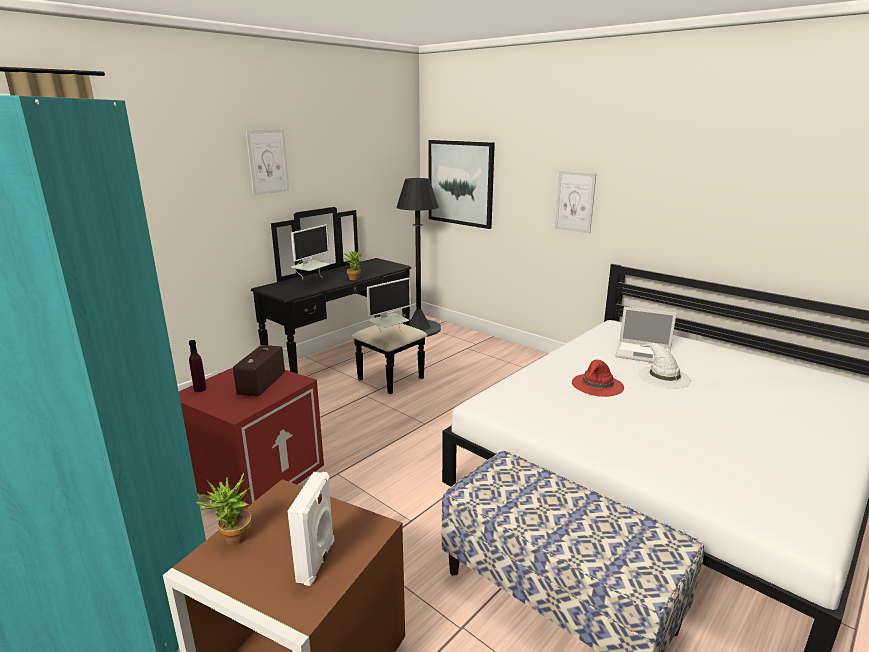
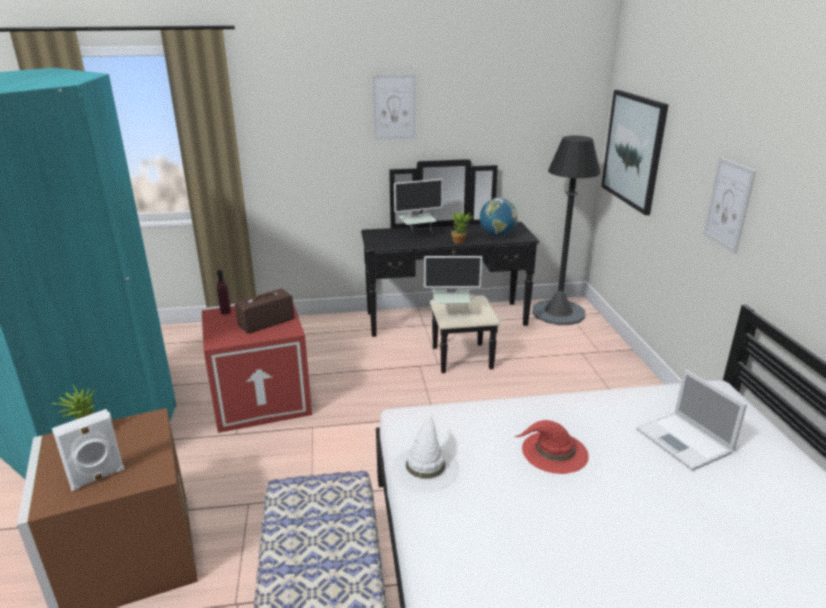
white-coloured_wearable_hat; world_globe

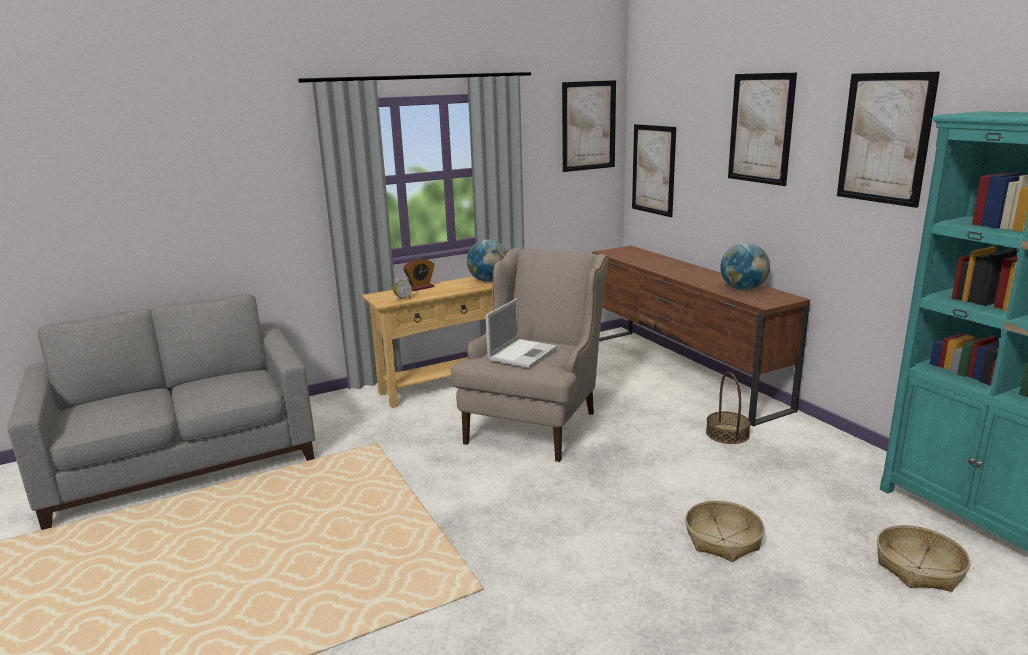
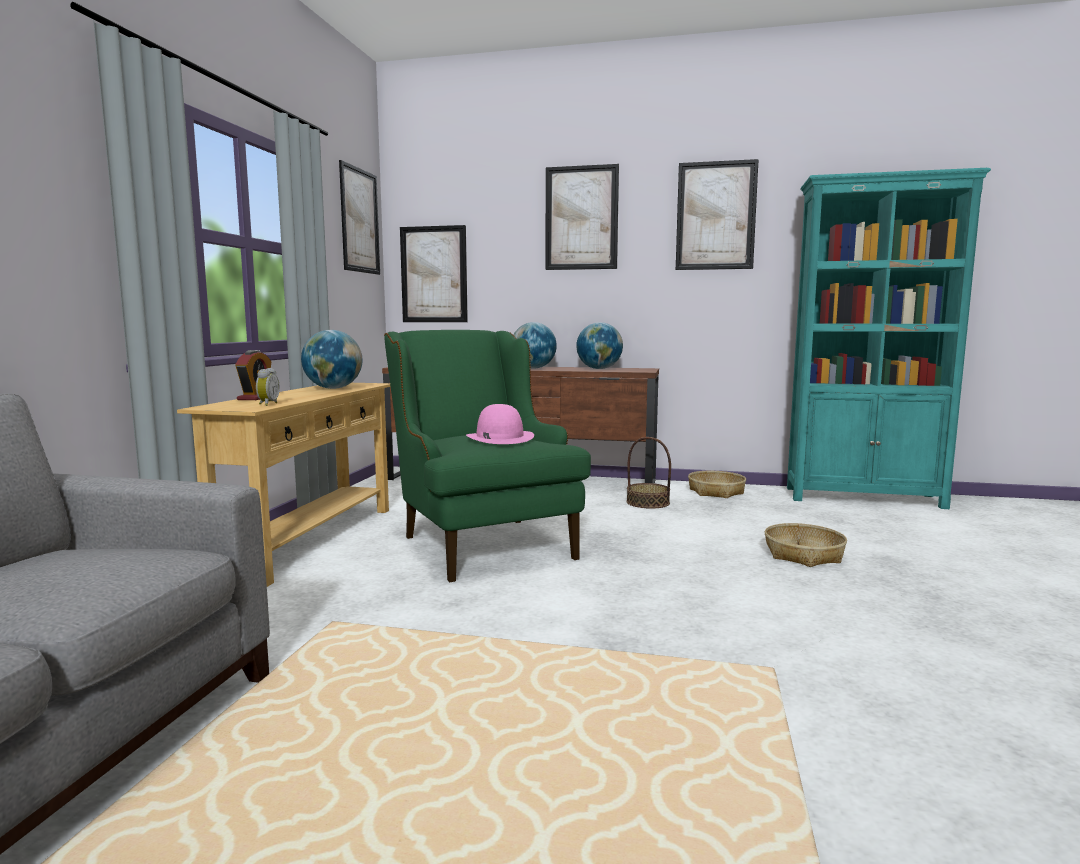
green-coloured_armchair; pinkish_wearable_hat; household_basket (no. 2 from left); world_globe (no. 2 from left)

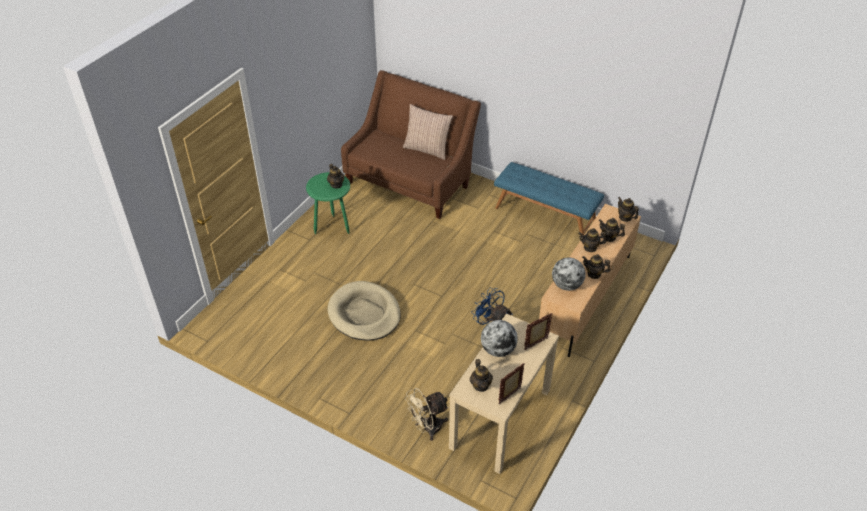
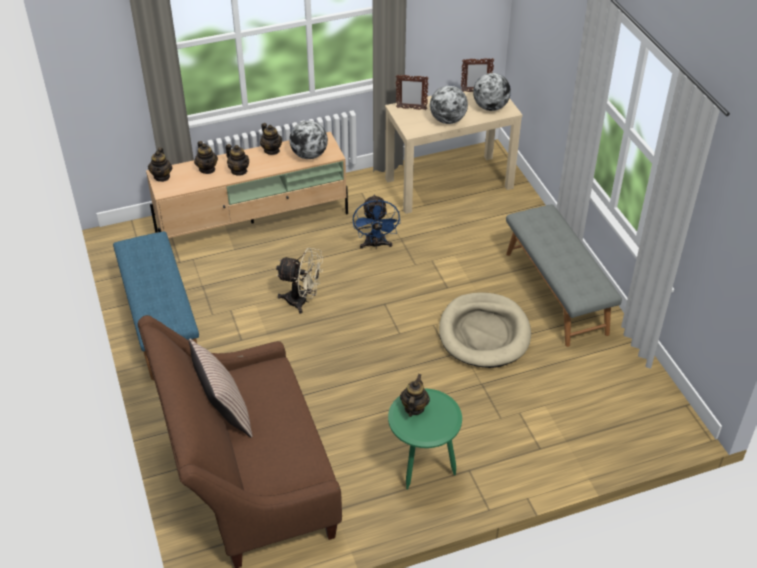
beige-coloured_electric_fan; world_globe (no. 3 from left); greyish_indoor_bench

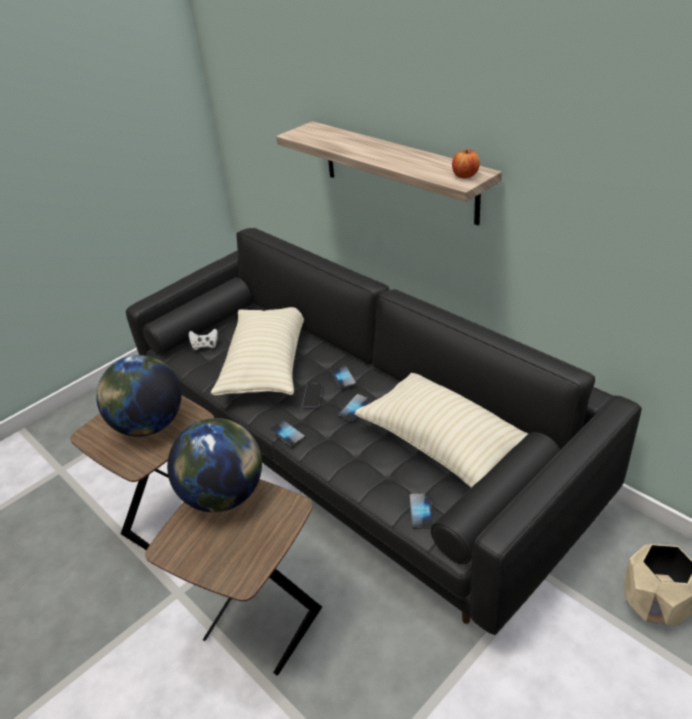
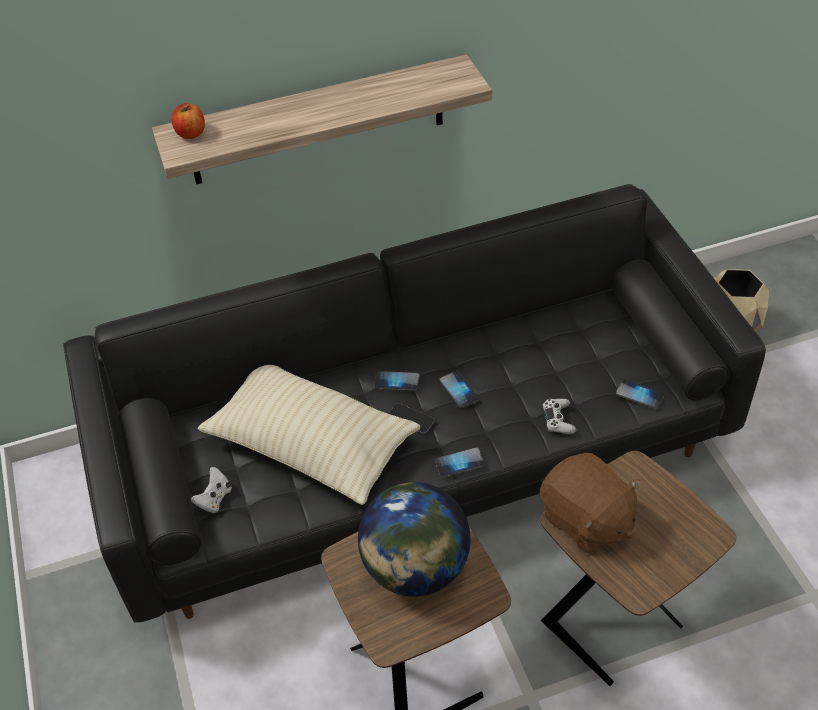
brown_soft_toy; beige-coloured_throw_pillow (no. 2 from left in the first image); apple_fruit; white-coloured_joypad (no. 2 from left)

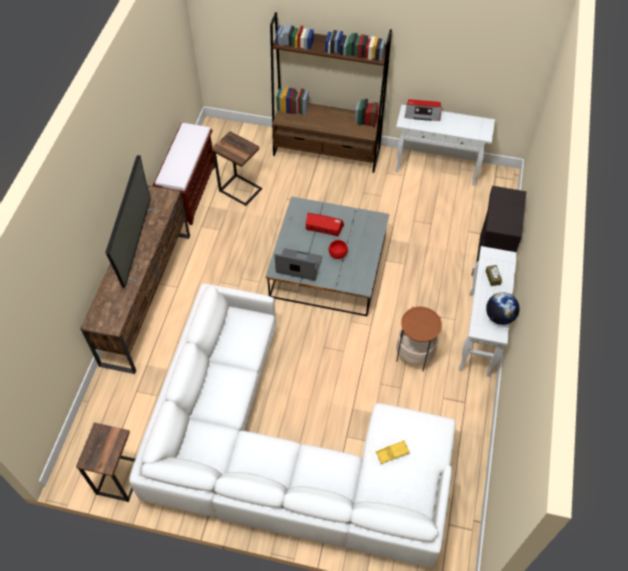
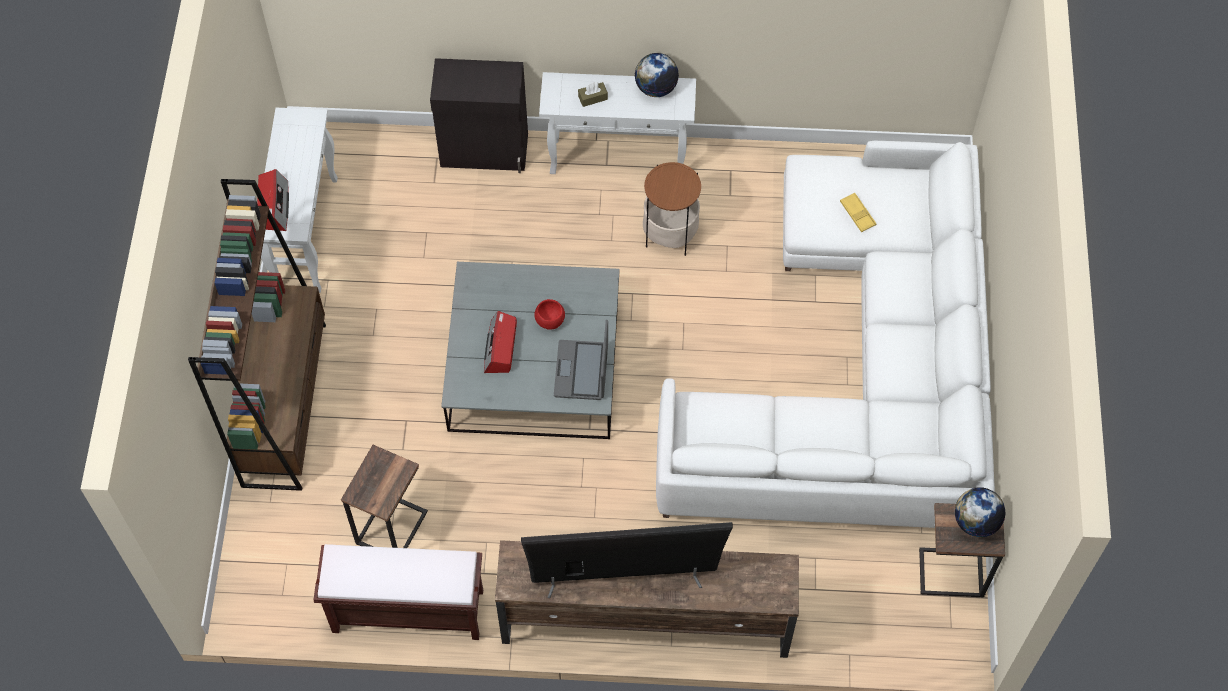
world_globe (no. 2 from left)

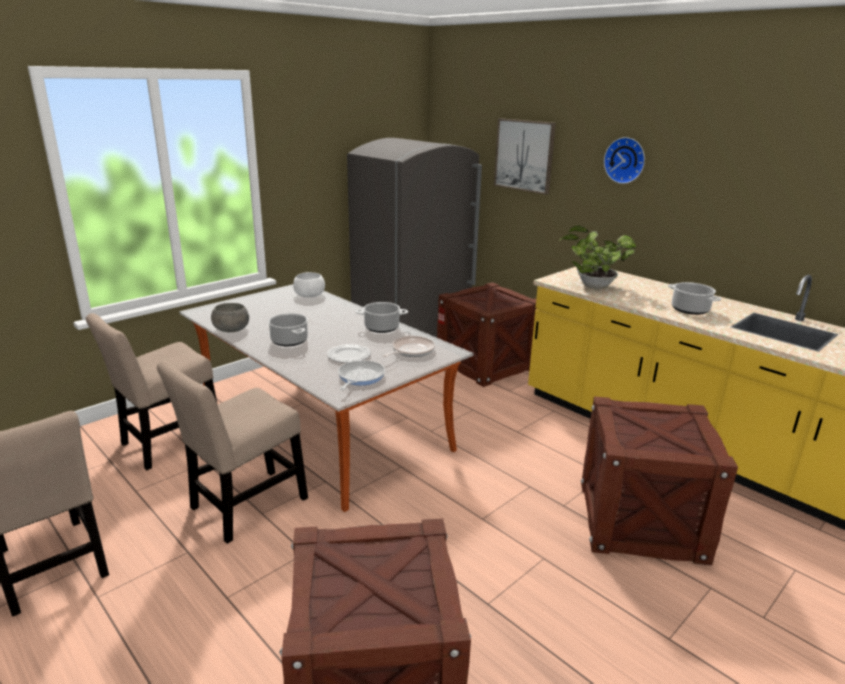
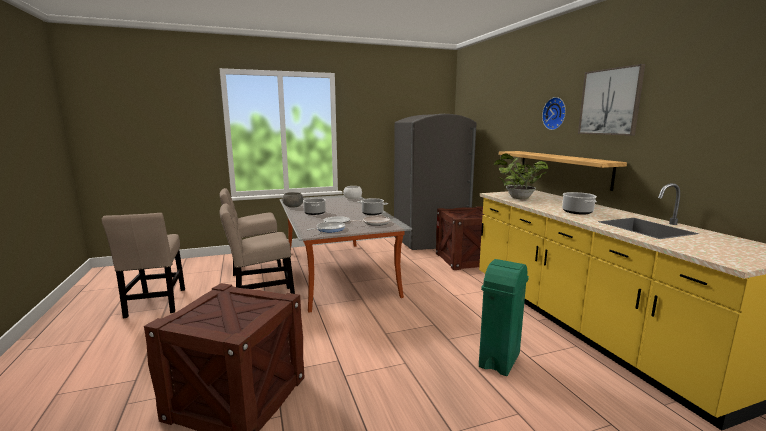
wall_picture; green-coloured_waste_bin; bracket_shelf

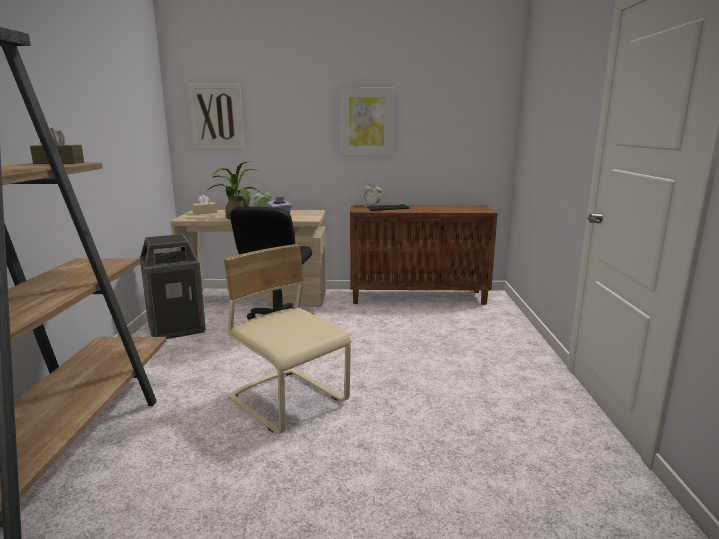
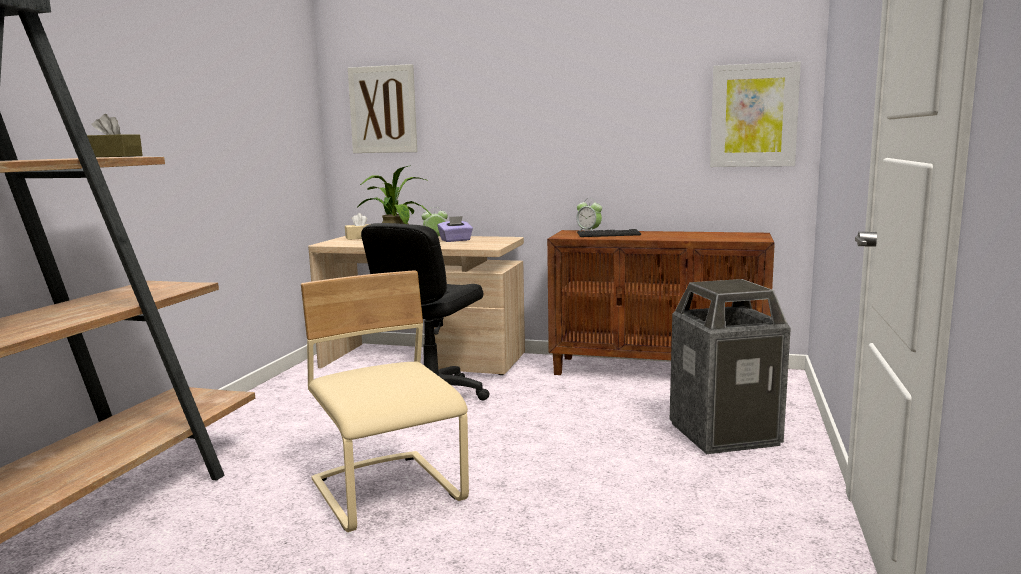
waste_bin; wall_picture (no. 2 from left)

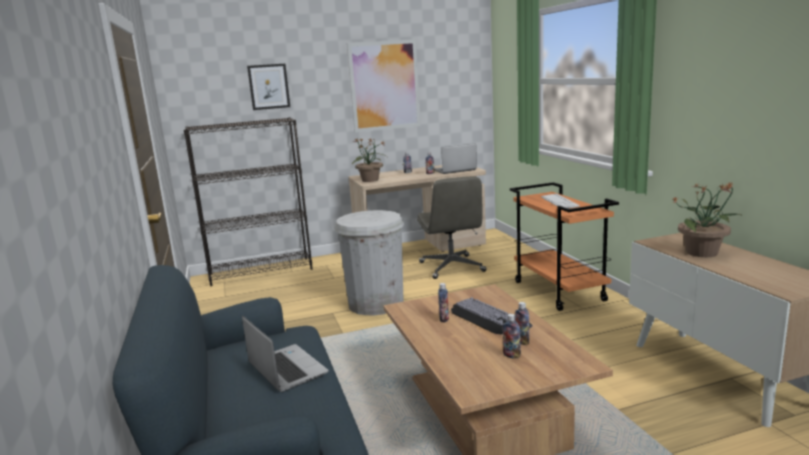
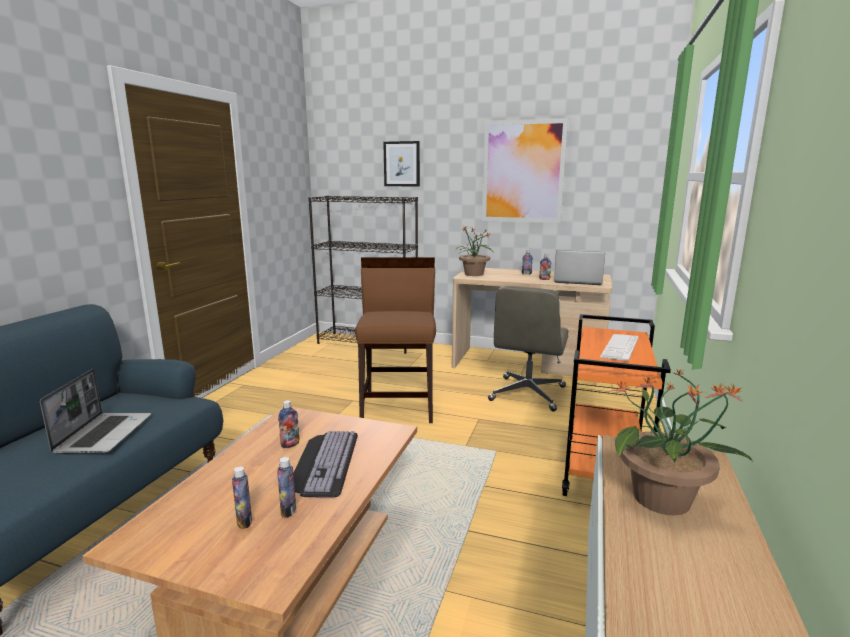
brown_plain_chair

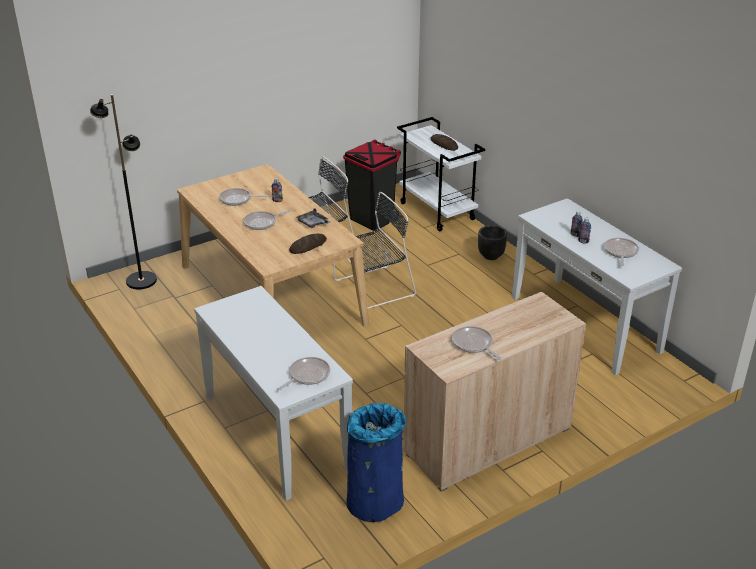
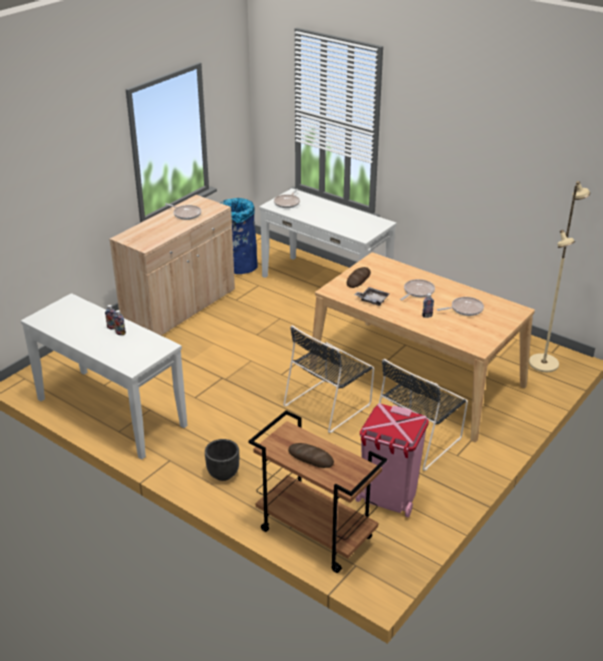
beige-coloured_standing_lamp; pinkish_waste_bin; brown_wheeled_cart; skillet (no. 5 from left in the first image)

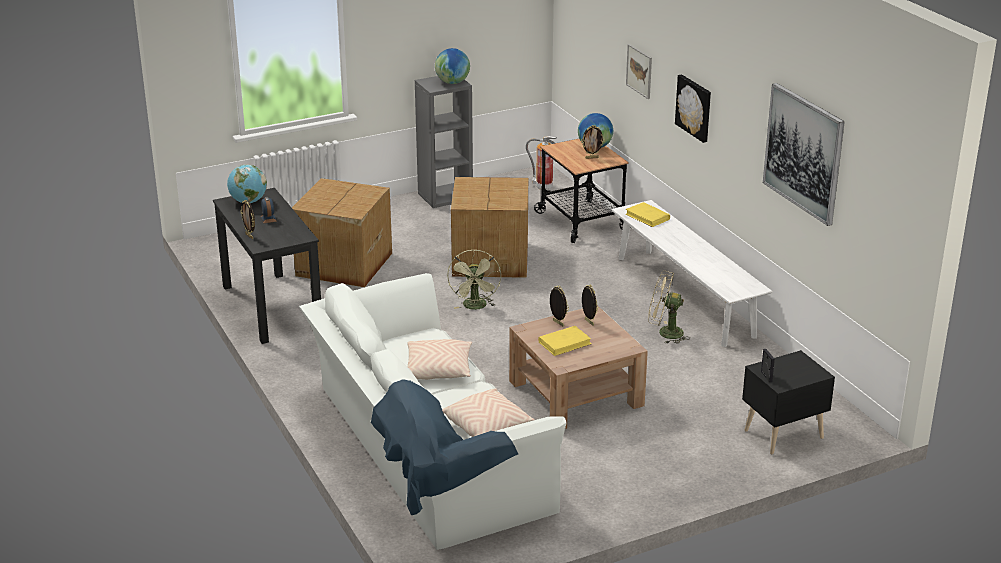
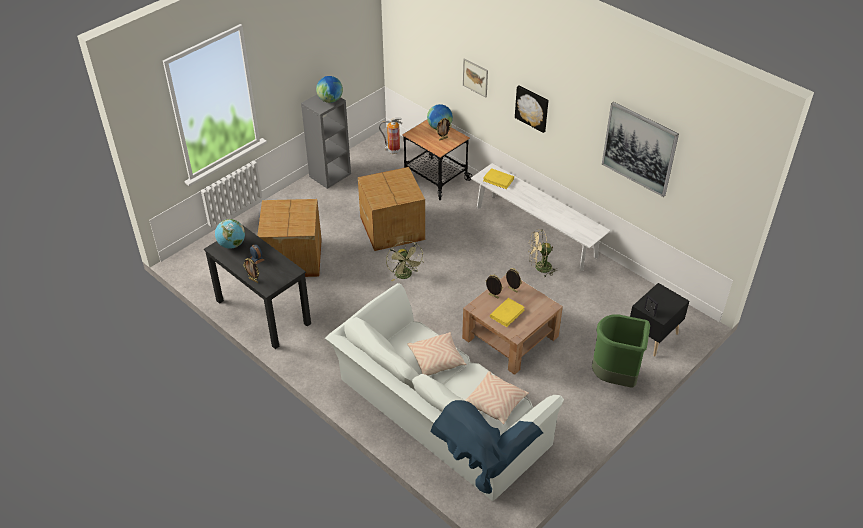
green-coloured_waste_bin

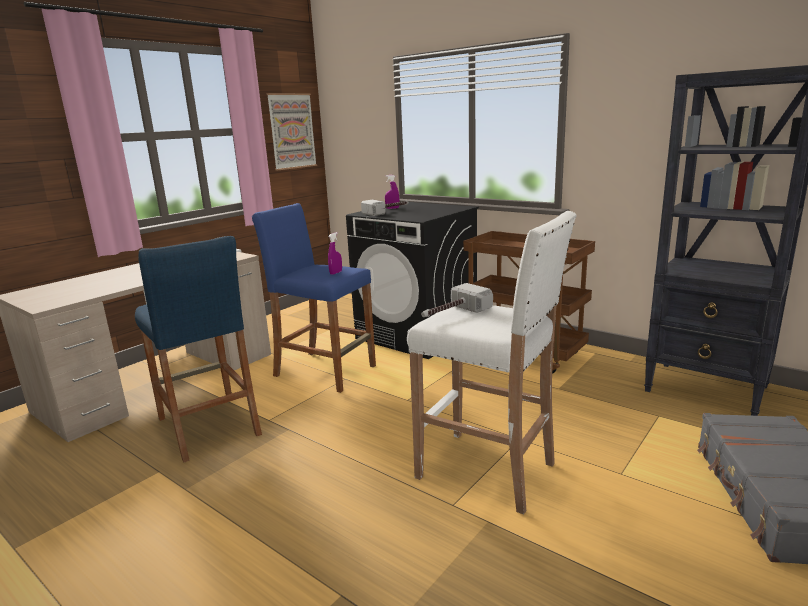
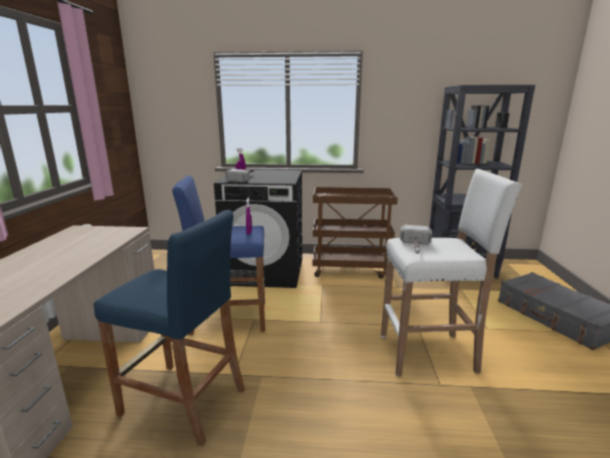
wall_picture

